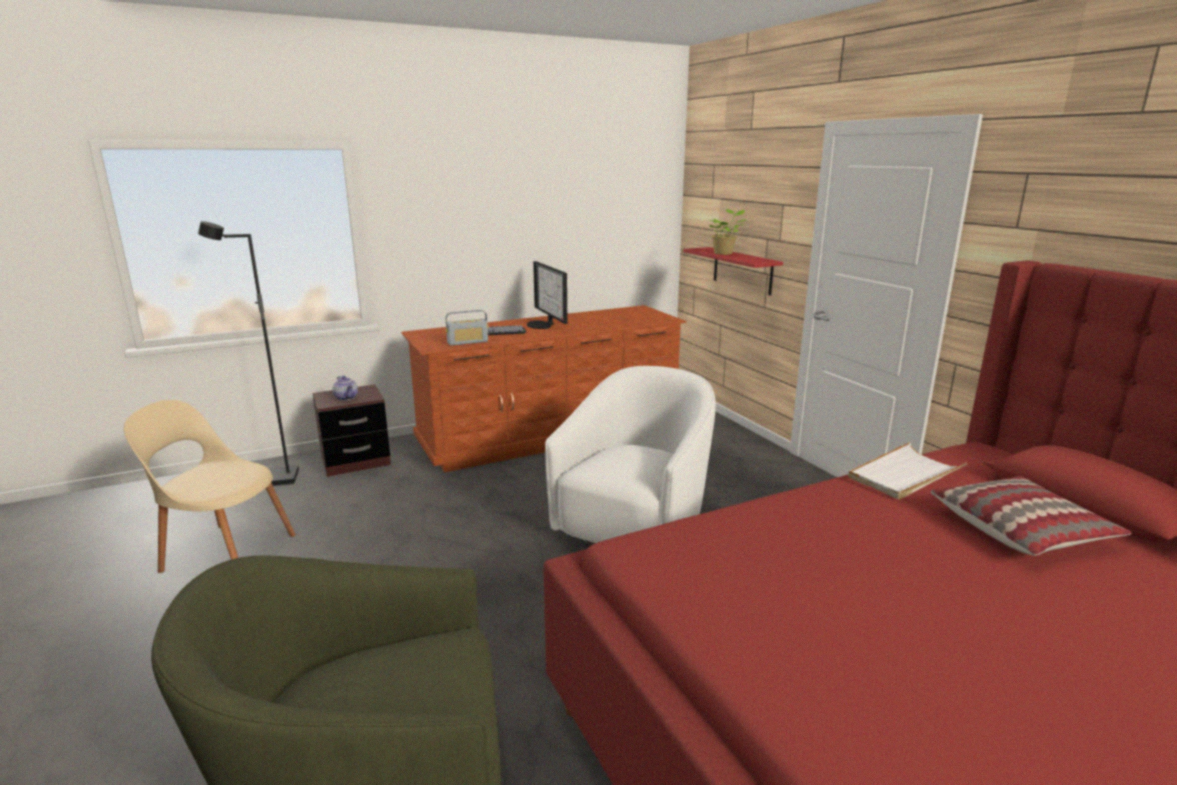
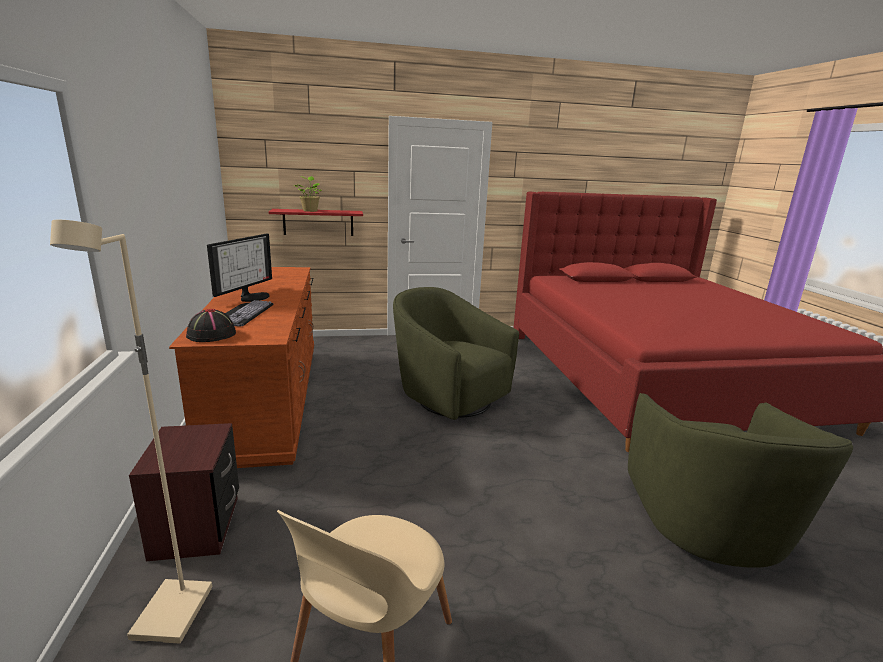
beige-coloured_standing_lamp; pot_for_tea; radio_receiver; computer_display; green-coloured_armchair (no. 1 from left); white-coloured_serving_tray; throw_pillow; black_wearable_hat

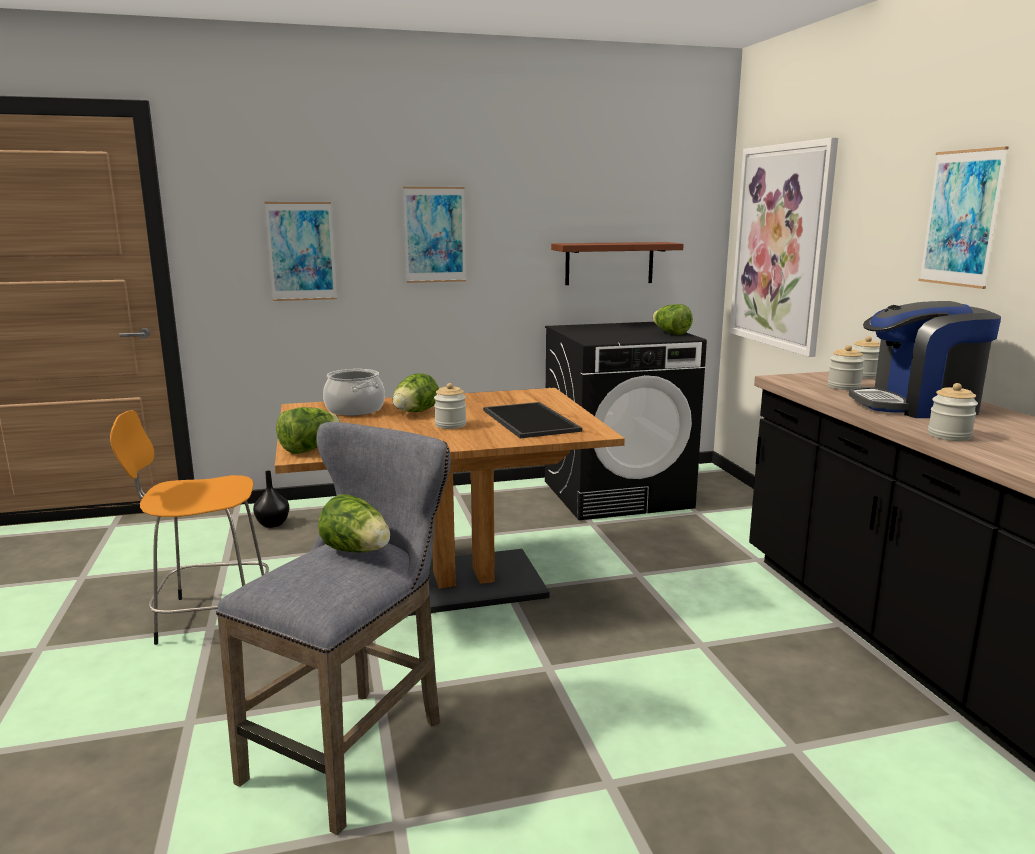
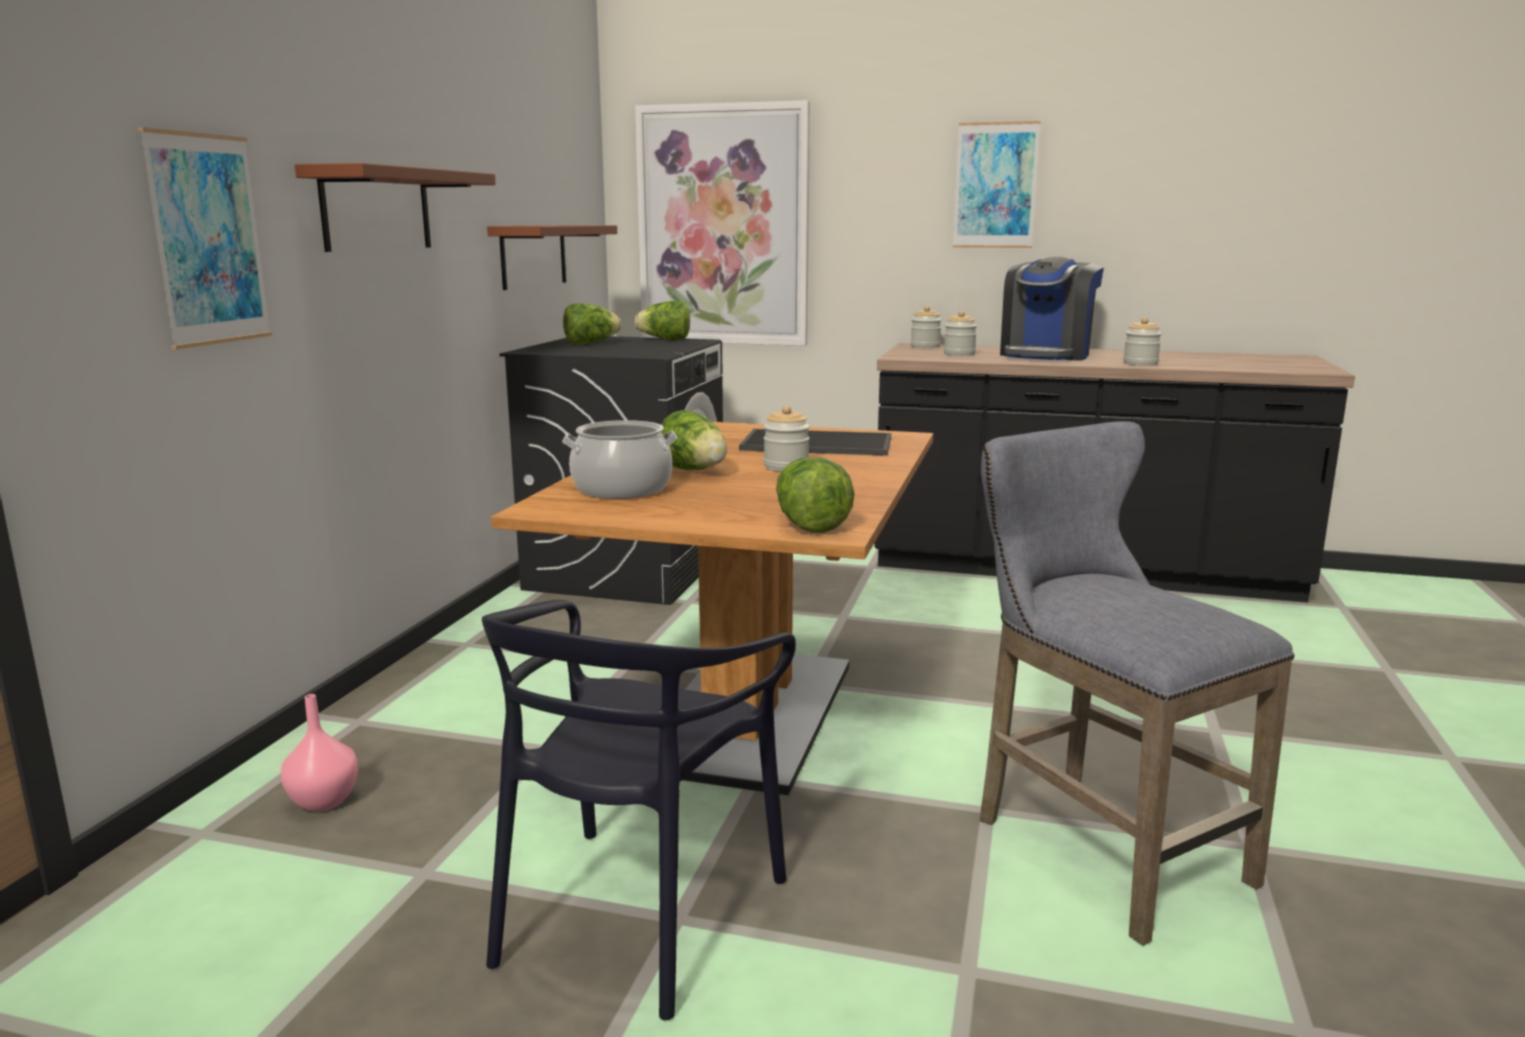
black_plain_chair; pinkish_decorative_vase; lettuce (no. 1 from left); brown_bracket_shelf (no. 1 from left)

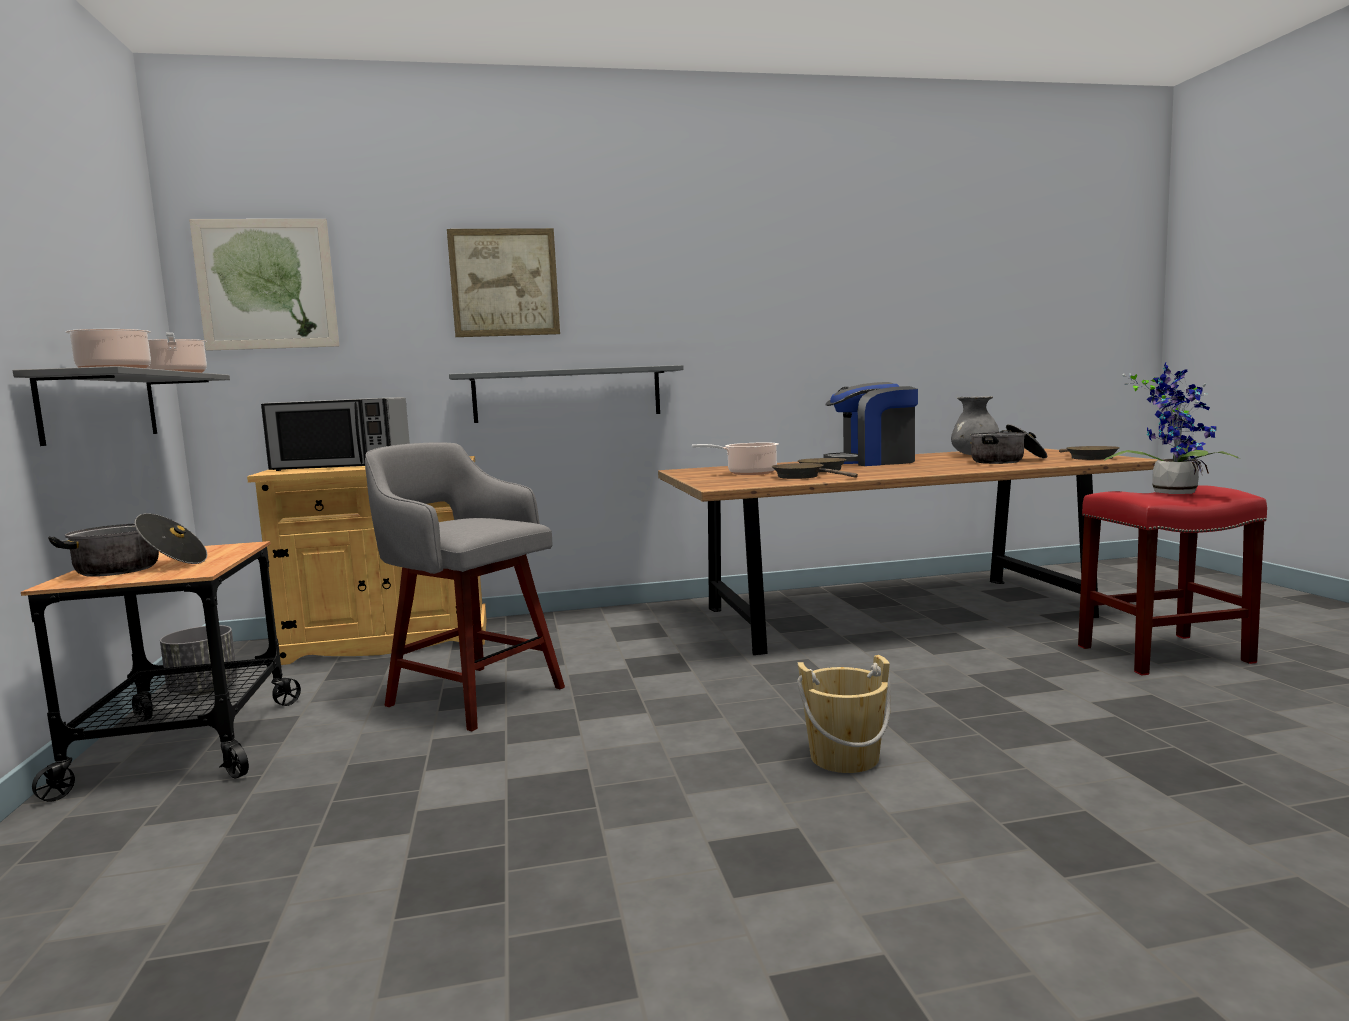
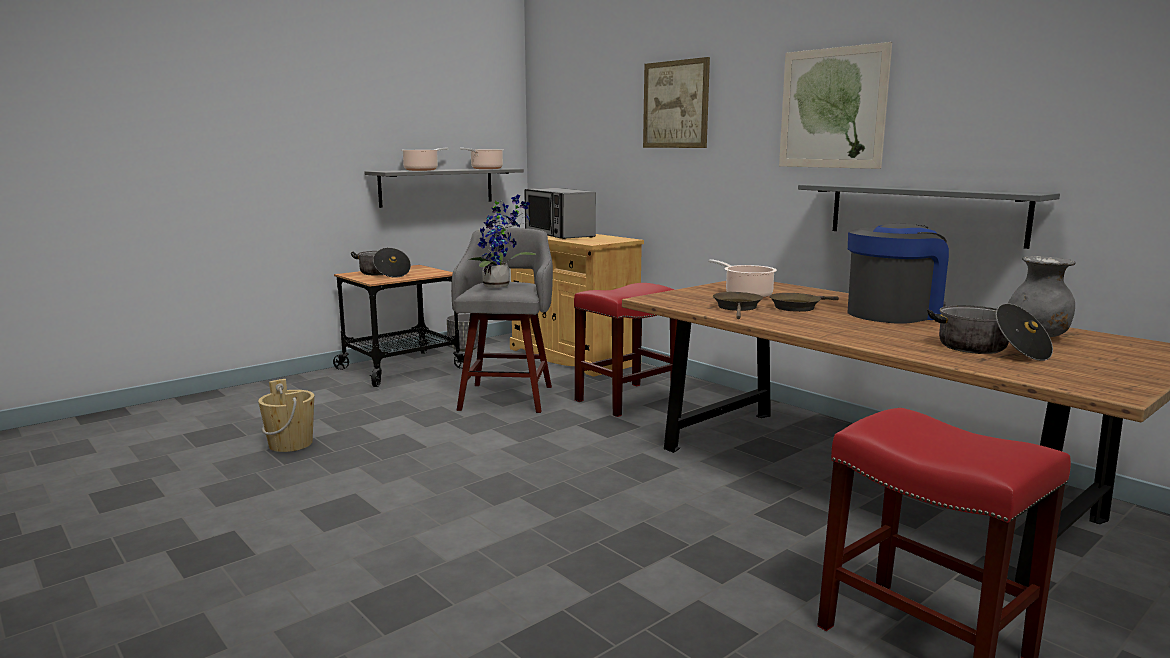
wall_picture (no. 2 from left); greyish_bracket_shelf (no. 2 from left); beige-coloured_pail; coffee_brewer; brown_skillet (no. 3 from left in the first image); potted_plant; red_stool_seat (no. 1 from left)

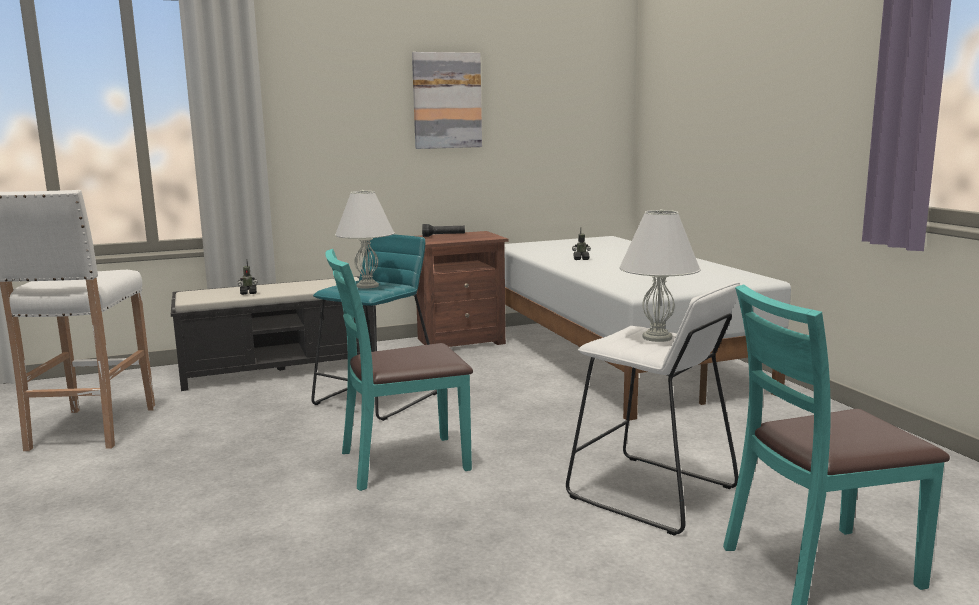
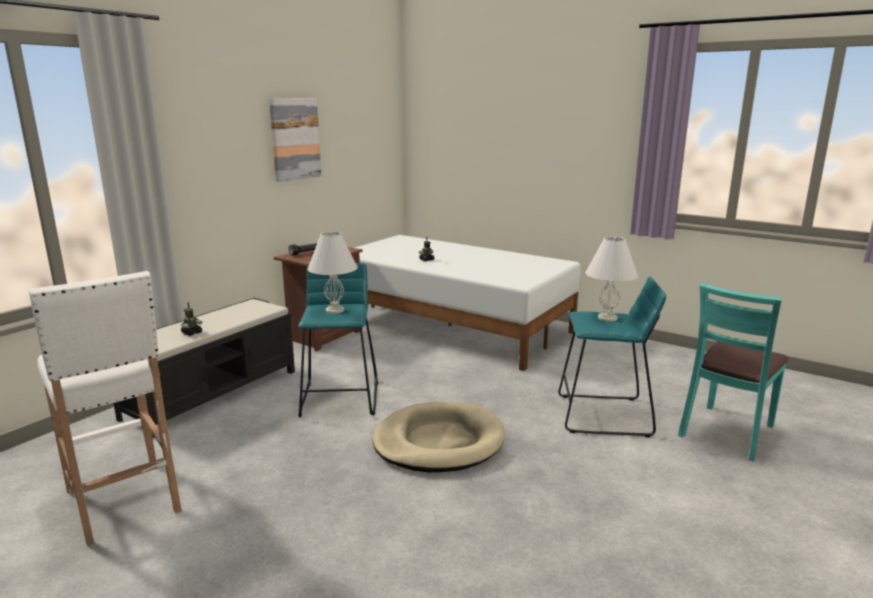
beige-coloured_dog_bed; blue-green_stool_seat (no. 2 from left)

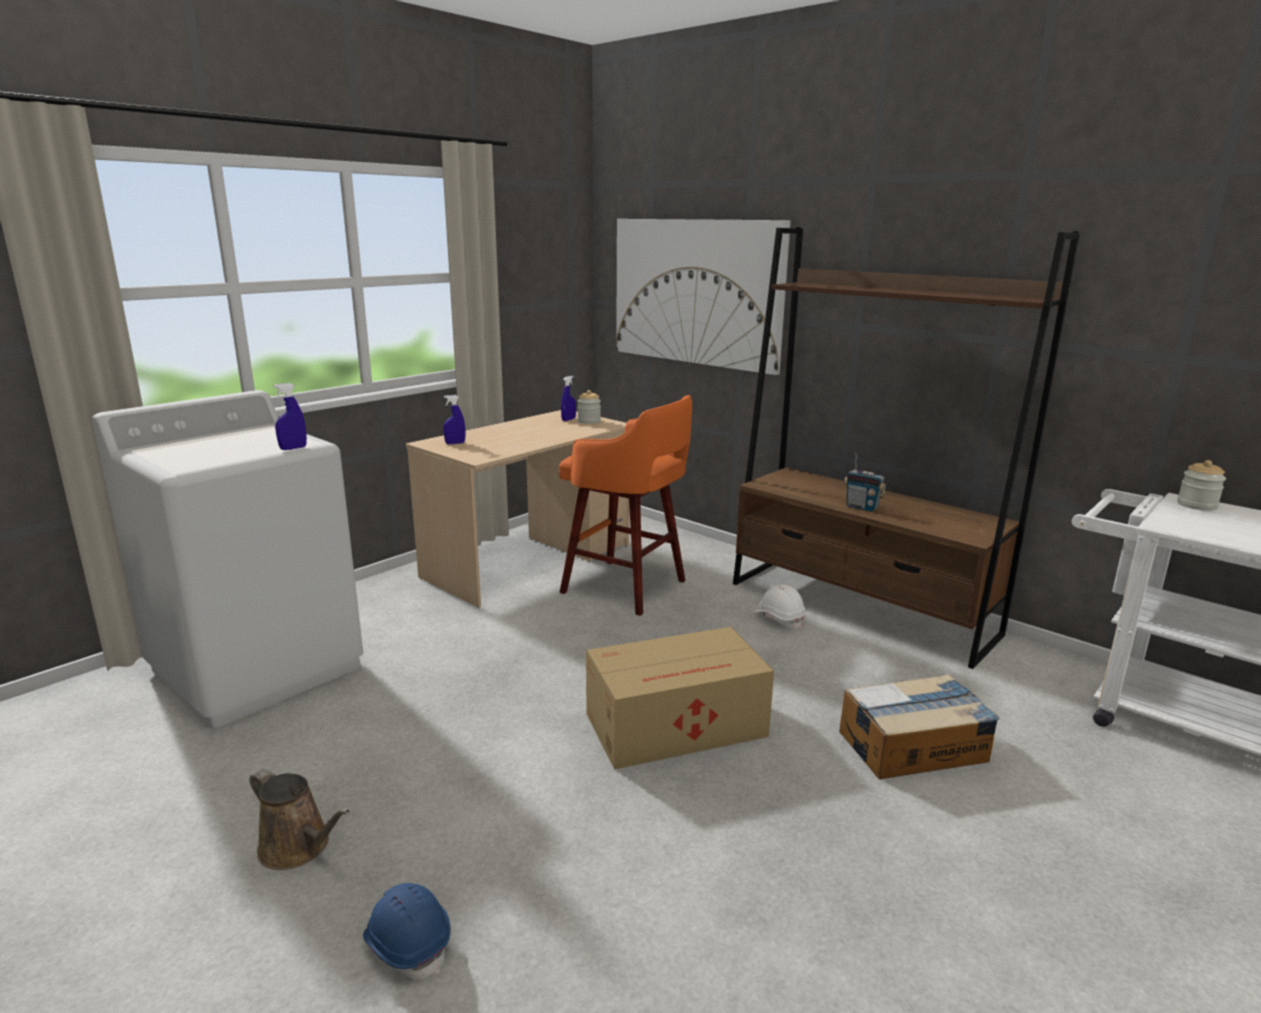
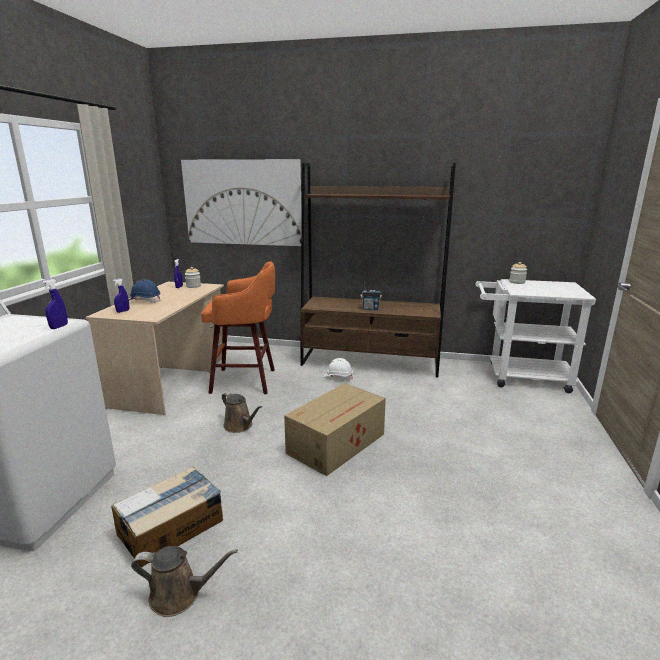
blue-coloured_hard_hat; carton (no. 1 from left); brown_watering_pot (no. 2 from left)

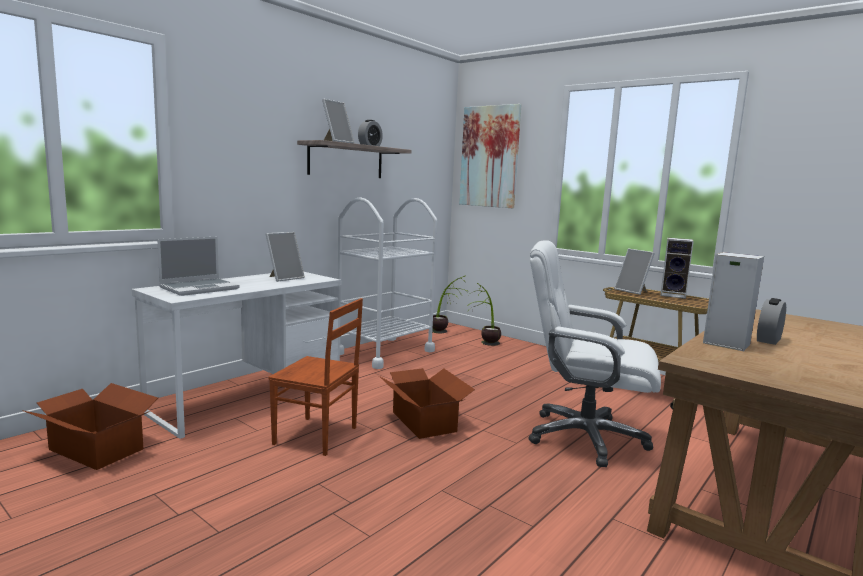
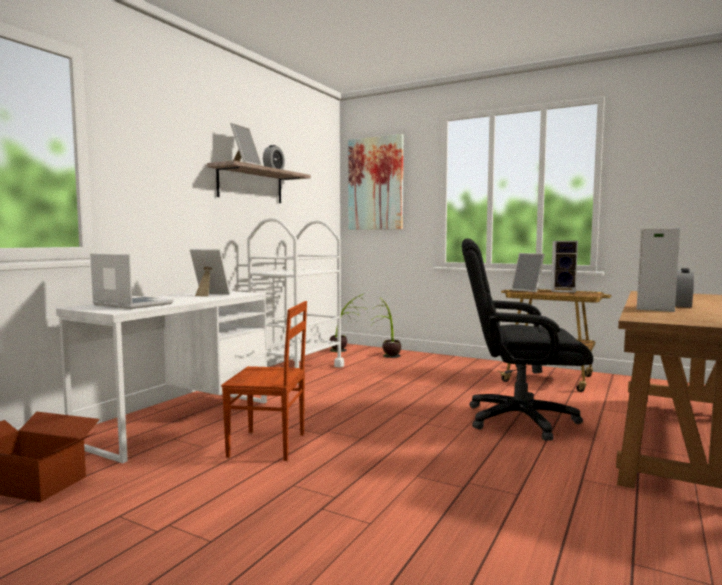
portable_computer; standing_frame (no. 1 from left); carton (no. 2 from left in the first image); black_computer_chair

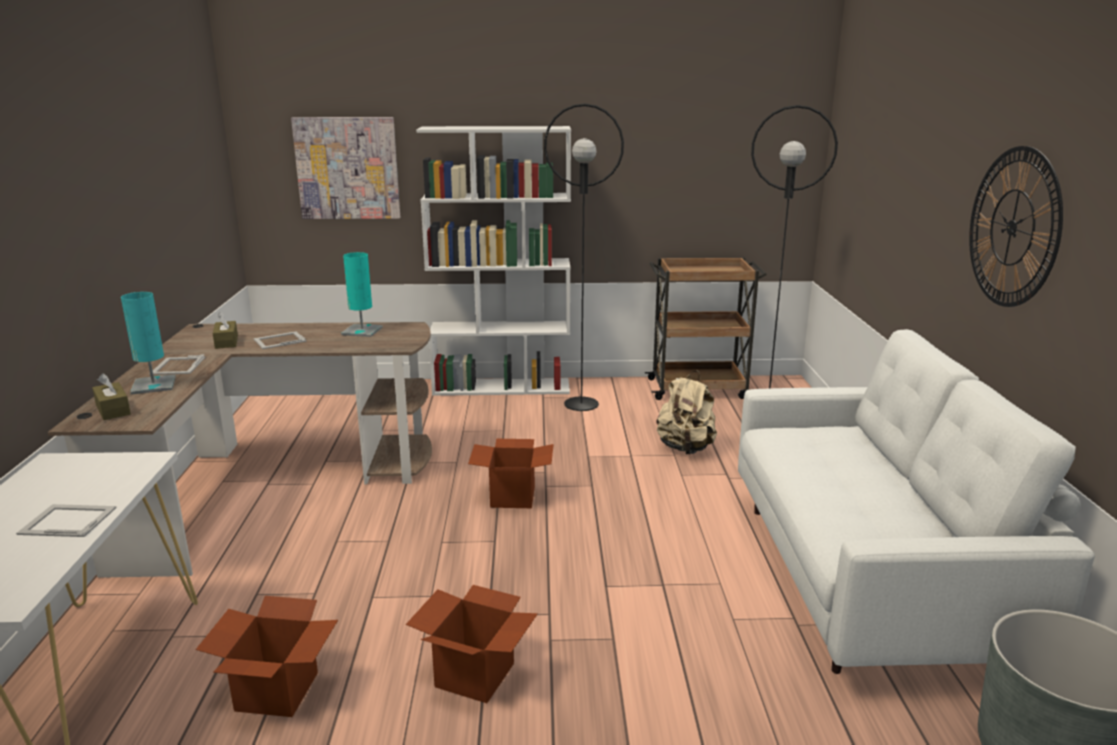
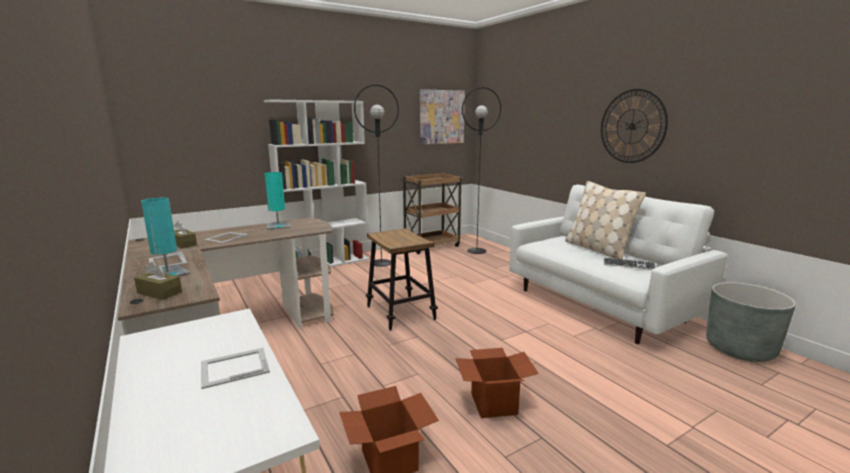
wall_picture; stool_seat; beige-coloured_knapsack; beige-coloured_throw_pillow; PC_keyboard

